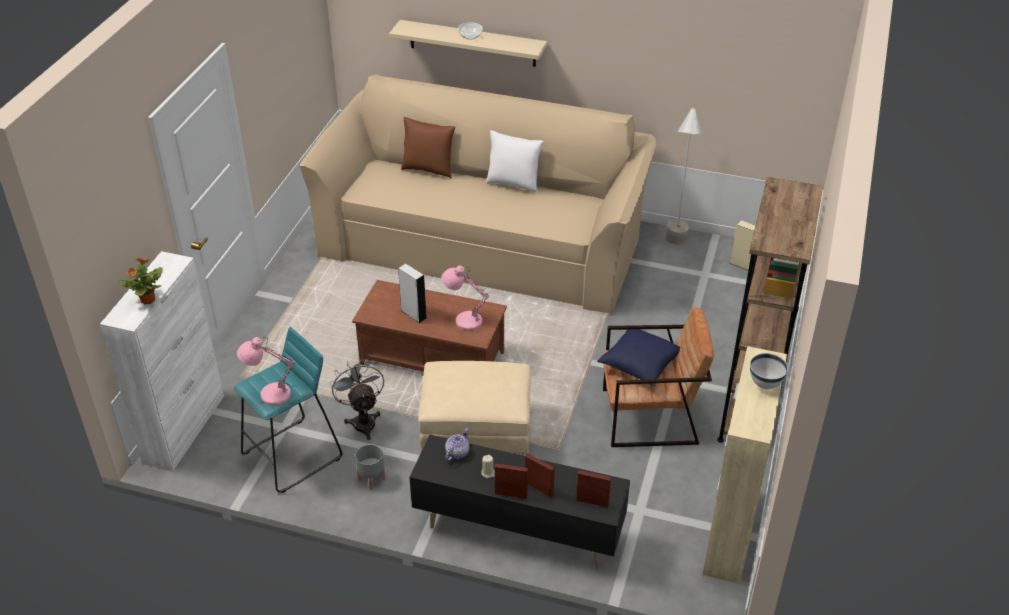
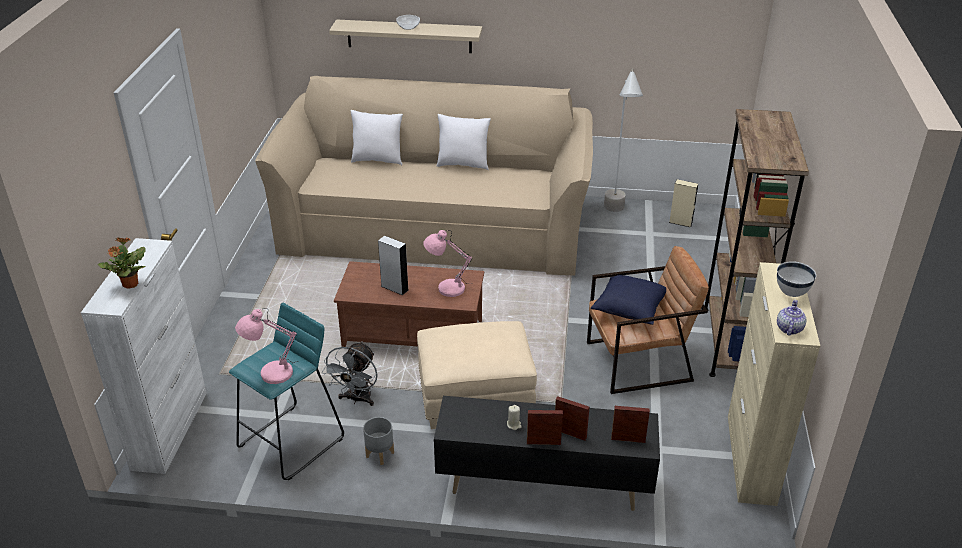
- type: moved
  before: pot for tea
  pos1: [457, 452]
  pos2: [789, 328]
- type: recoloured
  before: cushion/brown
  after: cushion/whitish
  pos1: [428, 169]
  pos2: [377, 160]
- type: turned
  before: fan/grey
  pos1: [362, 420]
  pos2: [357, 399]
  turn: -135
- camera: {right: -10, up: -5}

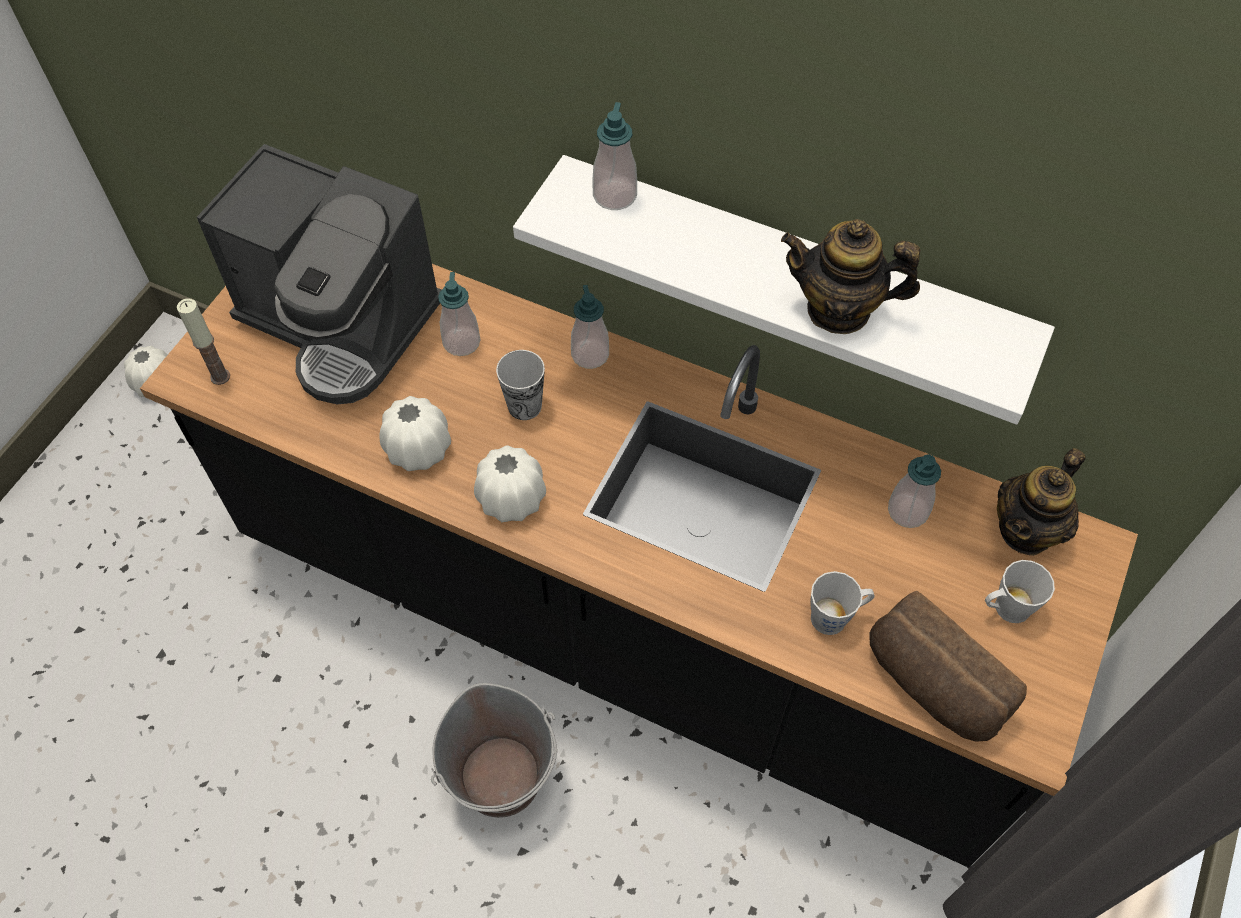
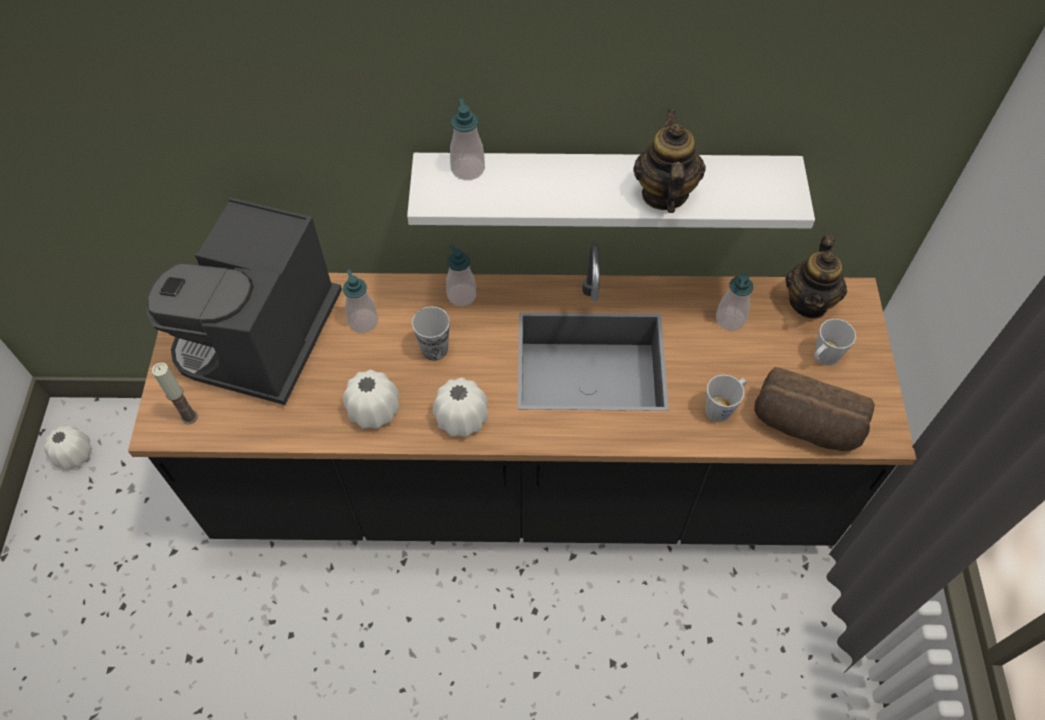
- type: removed
  before: water bucket/grey
  pos1: [502, 778]
- type: turned
  before: coffee brewer
  pos1: [342, 323]
  pos2: [263, 341]
  turn: 105
- type: turned
  before: pot for tea
  pos1: [839, 310]
  pos2: [664, 193]
  turn: 105
- camera: {right: -25, up: 0}

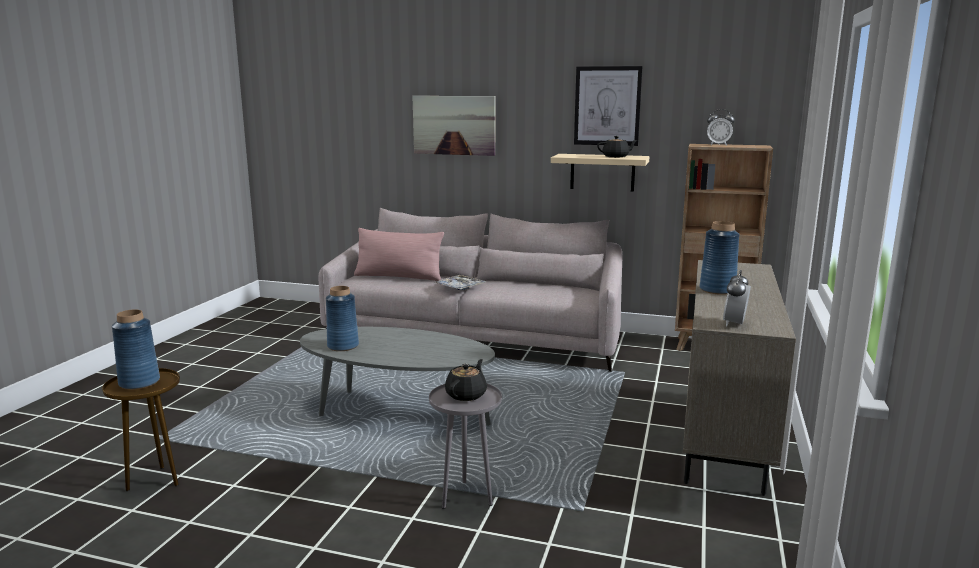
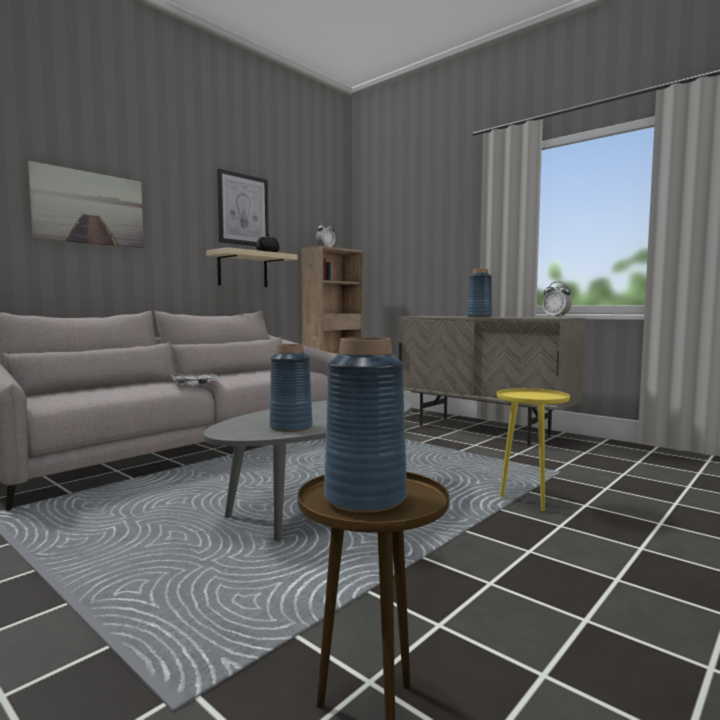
- type: removed
  before: cushion/pink-coloured
  pos1: [399, 277]
- type: removed
  before: pot for tea/black
  pos1: [466, 395]
- type: recoloured
  before: accent table/grey
  after: accent table/yellowish
  pos1: [466, 498]
  pos2: [528, 501]
- camera: {right: -65, up: -10}

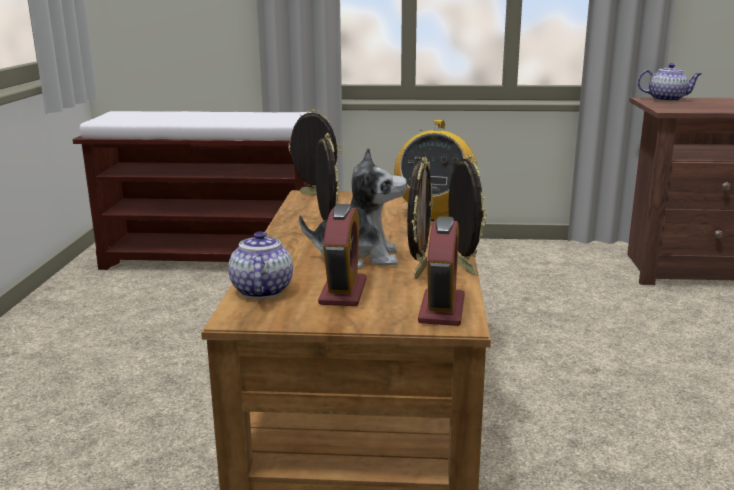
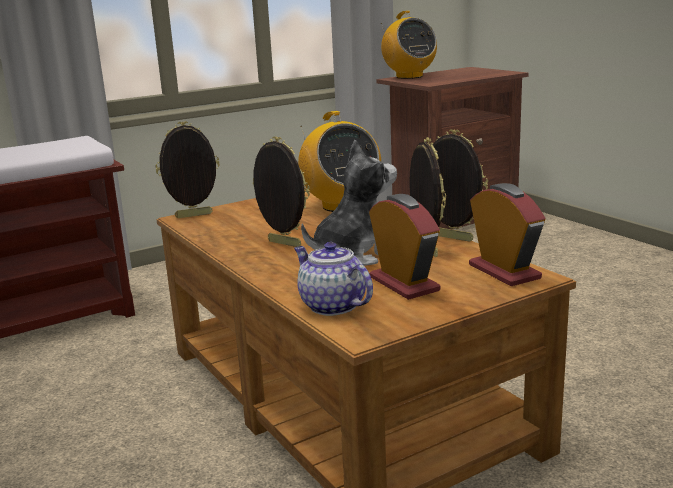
- type: replaced
  before: pot for tea
  after: radio receiver
  pos1: [667, 99]
  pos2: [409, 77]
- camera: {right: -35, up: 0}

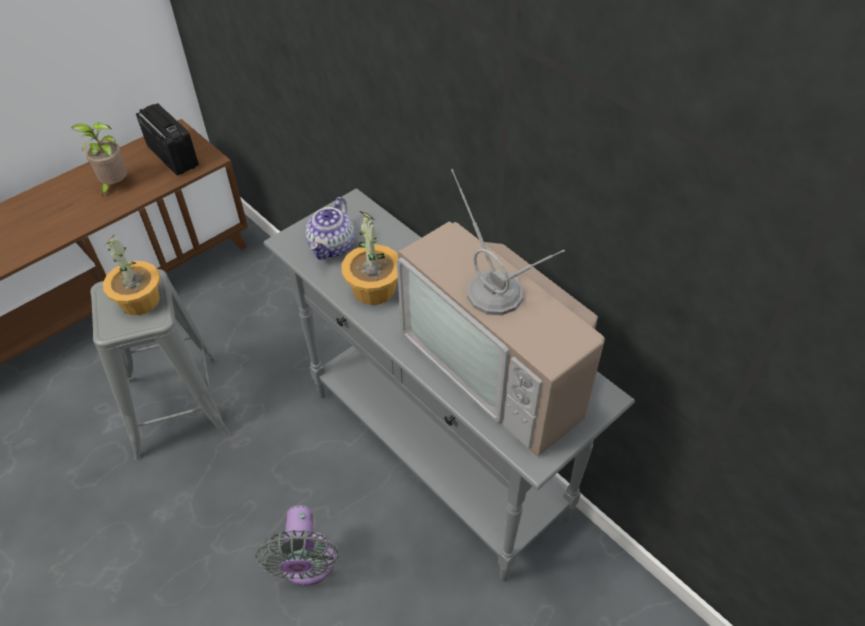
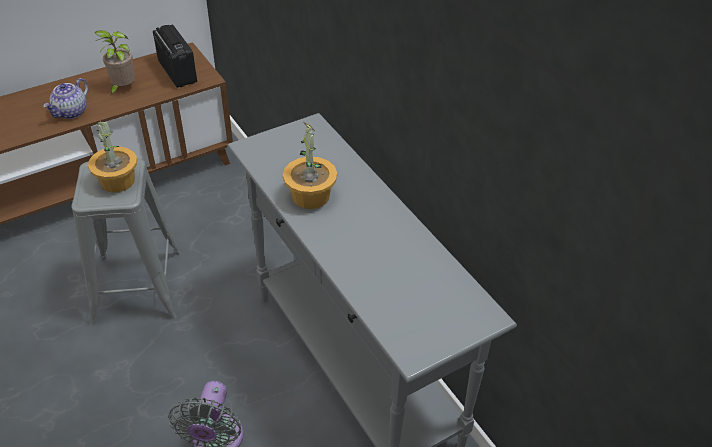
- type: removed
  before: TV set
  pos1: [501, 367]
- type: moved
  before: pot for tea
  pos1: [332, 247]
  pos2: [71, 112]
- camera: {right: 10, up: -5}

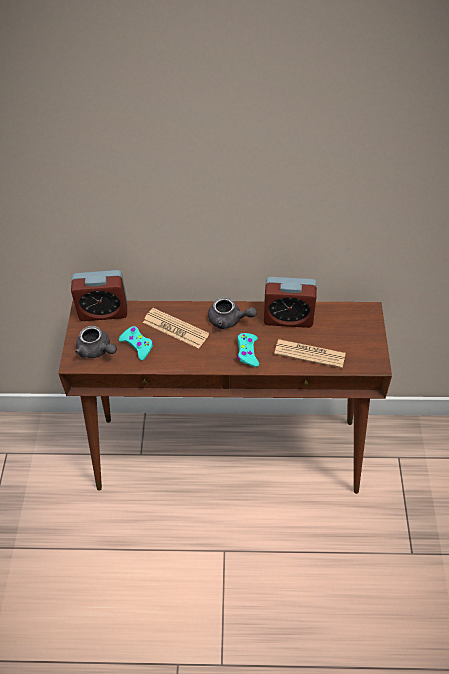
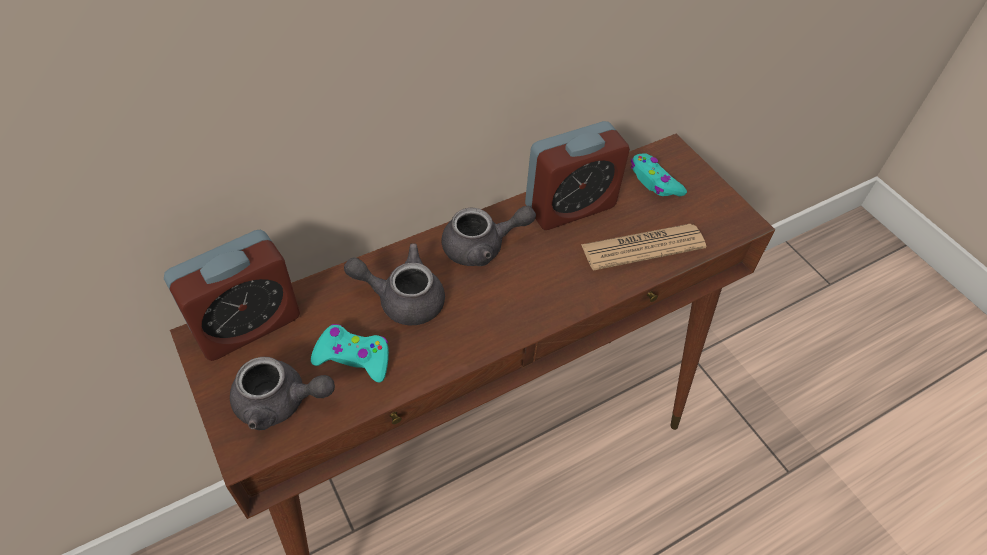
- type: moved
  before: game controller/blue-green
  pos1: [247, 352]
  pos2: [654, 181]
- type: replaced
  before: newspaper
  after: pot for tea/grey
  pos1: [175, 328]
  pos2: [402, 298]
- camera: {right: -35, up: 0}

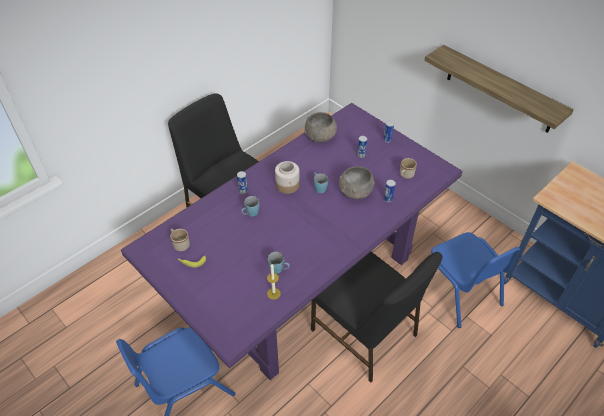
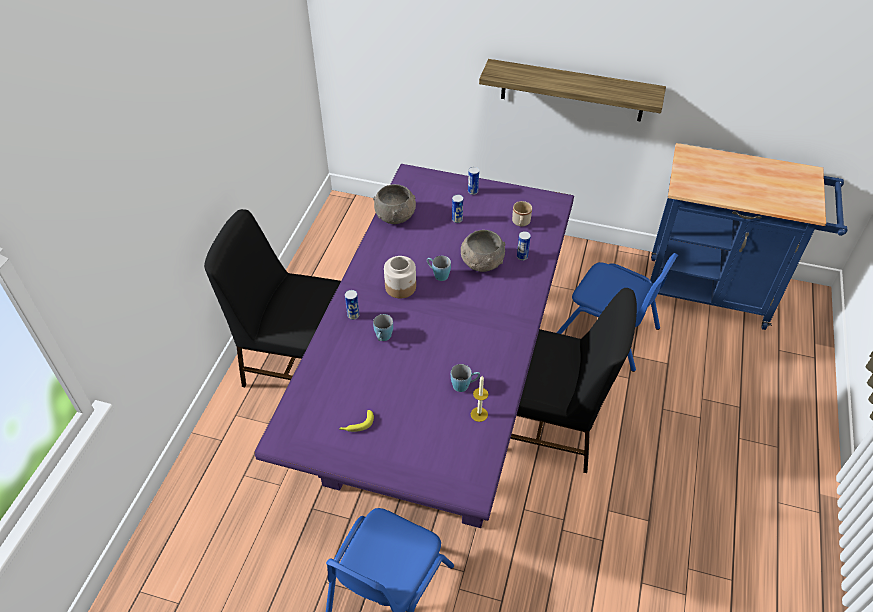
- type: removed
  before: tea mug/beige-coloured
  pos1: [180, 244]
- camera: {right: -30, up: 0}

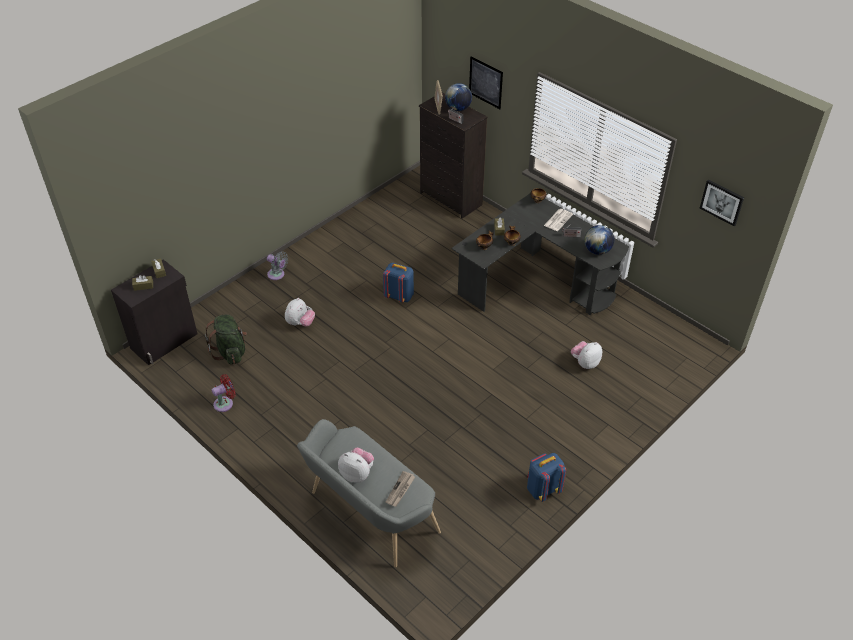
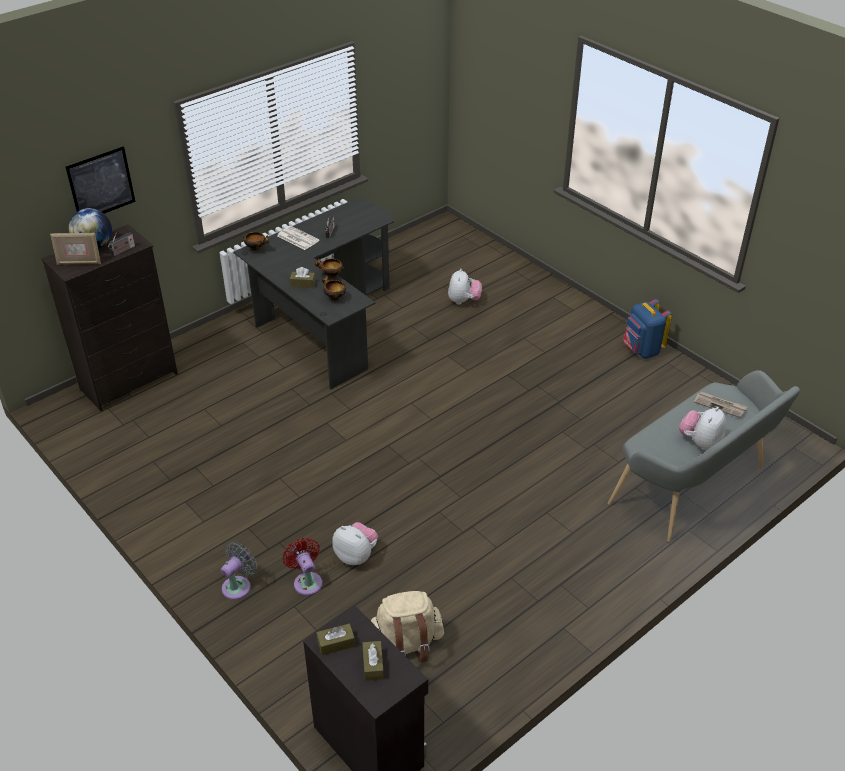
- type: removed
  before: backpack/blue-coloured
  pos1: [399, 296]
- type: removed
  before: world globe
  pos1: [597, 250]
- type: removed
  before: picture
  pos1: [722, 202]
- type: moved
  before: fan/red
  pos1: [225, 403]
  pos2: [307, 581]
- type: recoloured
  before: backpack/green
  after: backpack/beige-coloured
  pos1: [230, 352]
  pos2: [406, 644]
- type: turned
  before: soft toy
  pos1: [585, 363]
  pos2: [463, 301]
  turn: -135
- camera: {right: -85, up: -5}

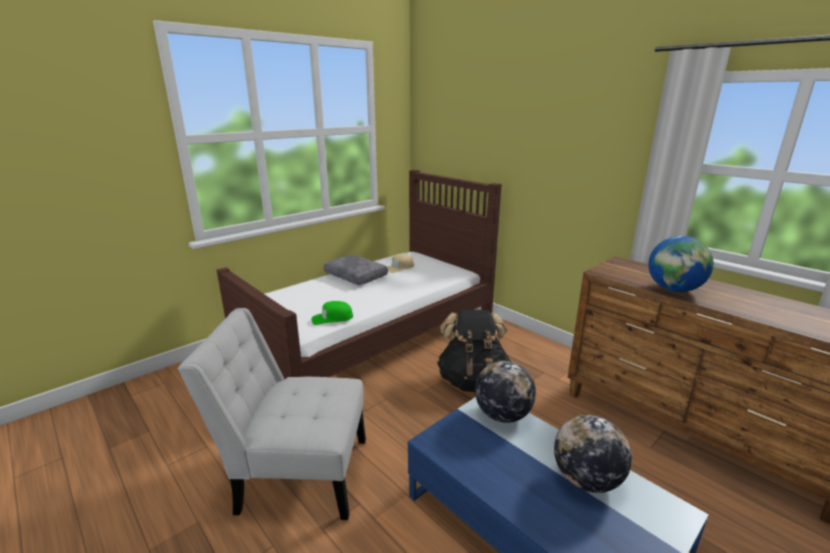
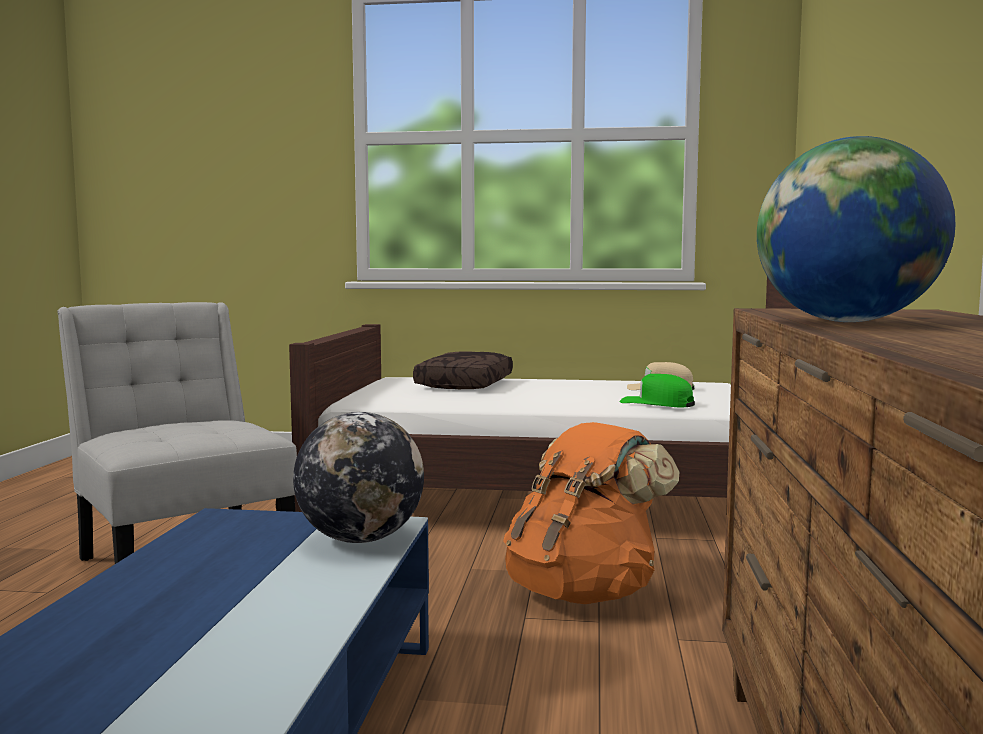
- type: removed
  before: cushion/grey
  pos1: [356, 276]
- type: removed
  before: world globe
  pos1: [586, 480]
- type: added
  after: cushion/brown
  pos2: [466, 384]
- type: moved
  before: cap/green
  pos1: [332, 318]
  pos2: [657, 403]
- type: recoloured
  before: backpack/black
  after: backpack/orange-coloured
  pos1: [472, 380]
  pos2: [583, 592]
- camera: {right: 50, up: -15}

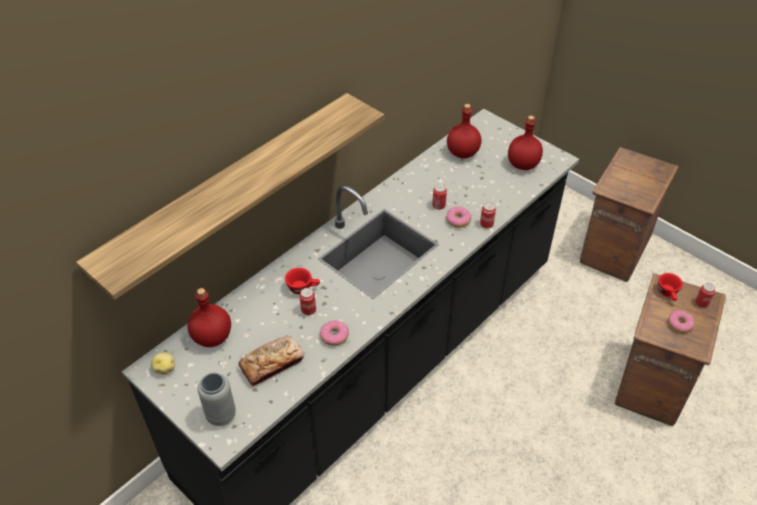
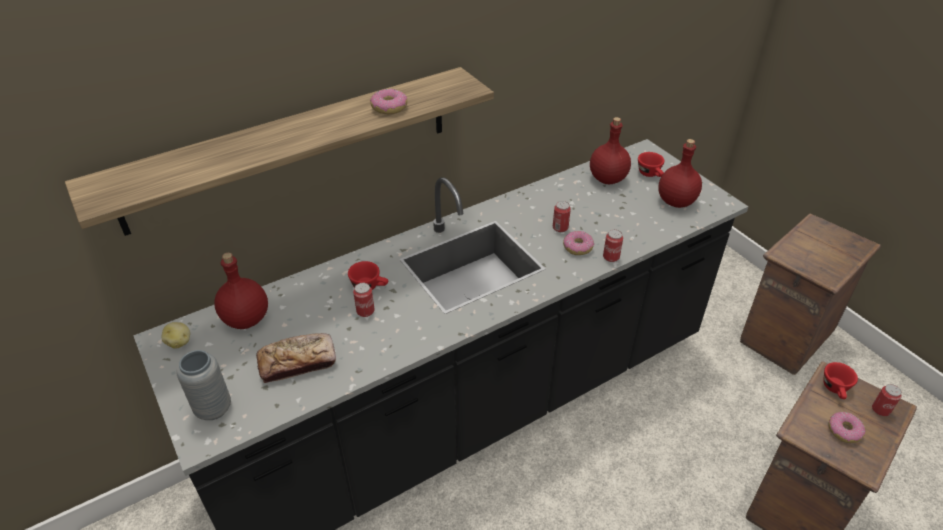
- type: added
  after: small cup/red
  pos2: [651, 174]
- type: moved
  before: ring doughnut
  pos1: [334, 336]
  pos2: [389, 108]
- camera: {right: 15, up: -5}

